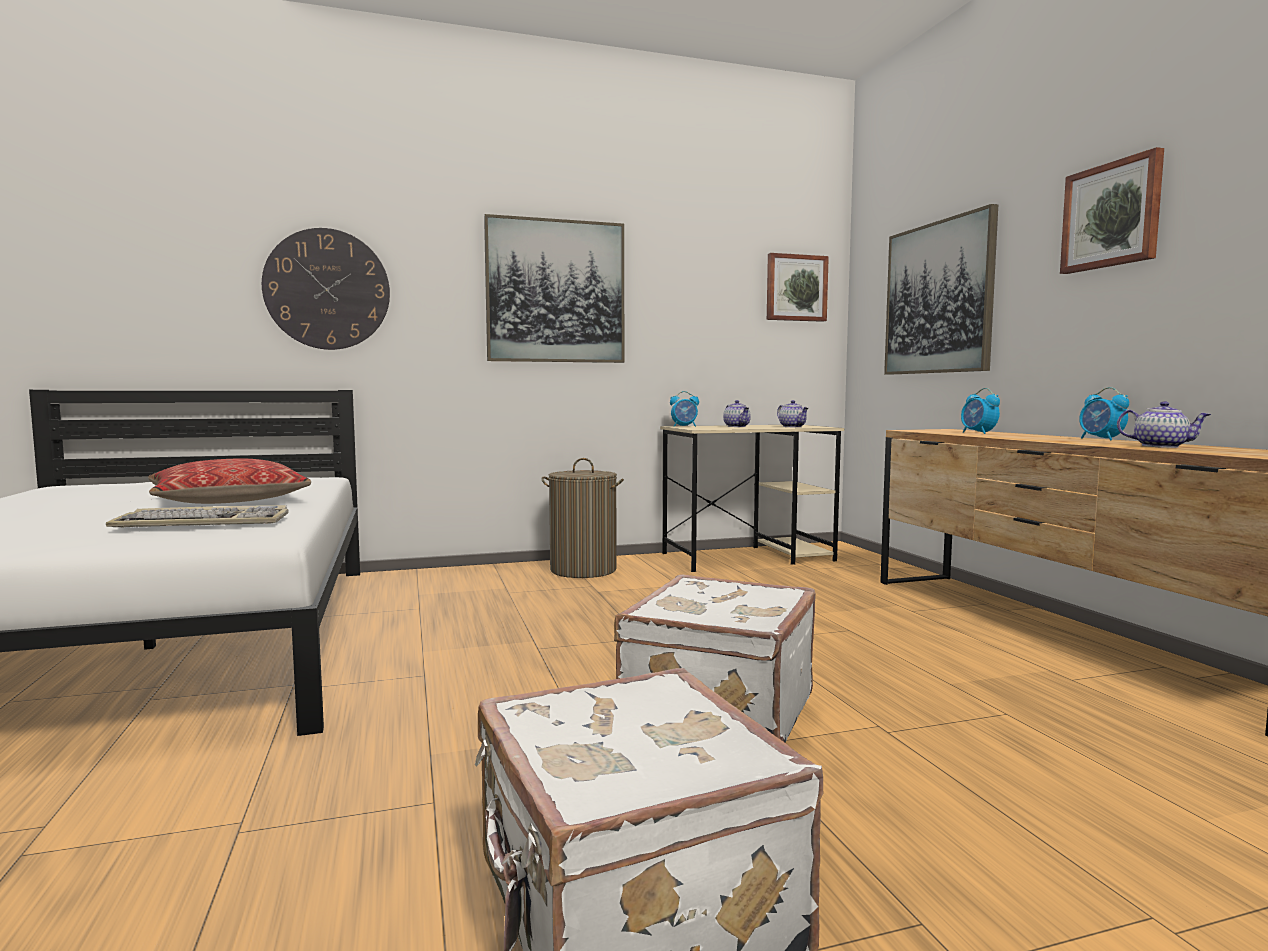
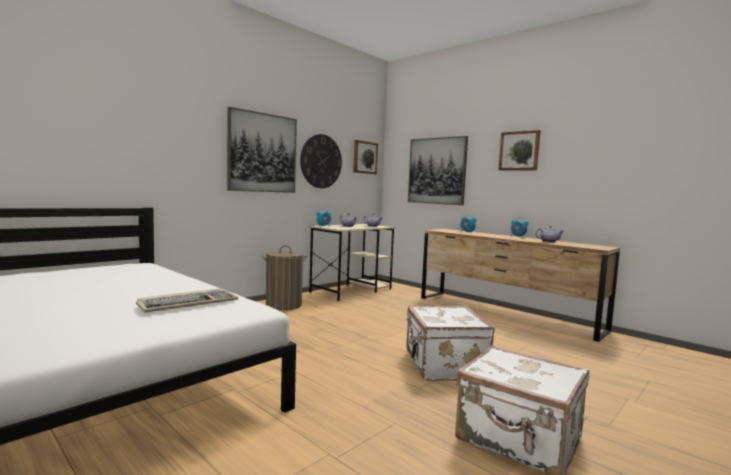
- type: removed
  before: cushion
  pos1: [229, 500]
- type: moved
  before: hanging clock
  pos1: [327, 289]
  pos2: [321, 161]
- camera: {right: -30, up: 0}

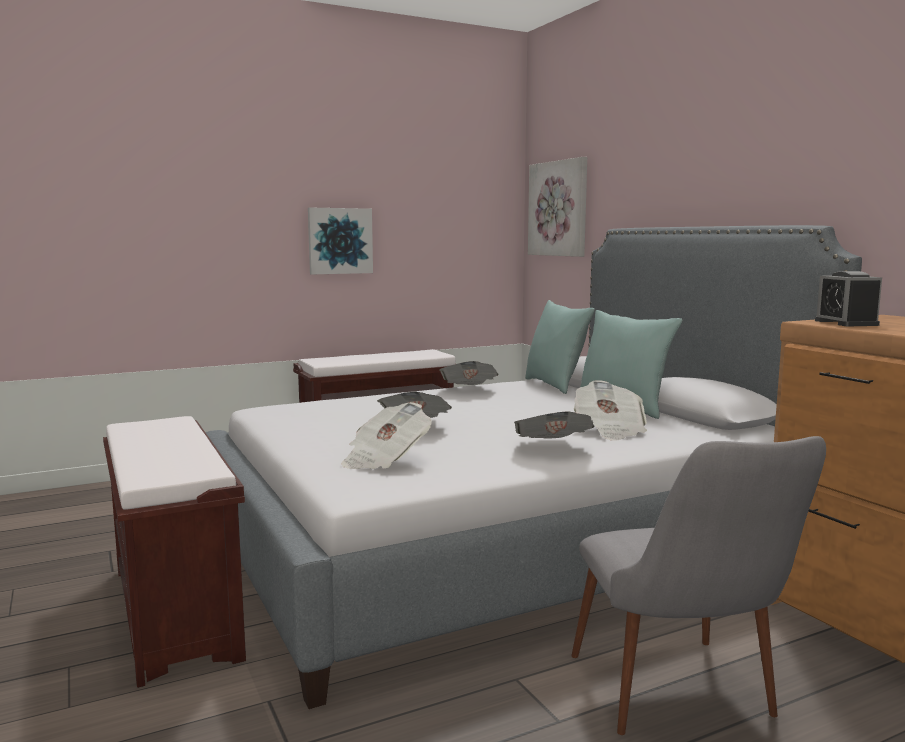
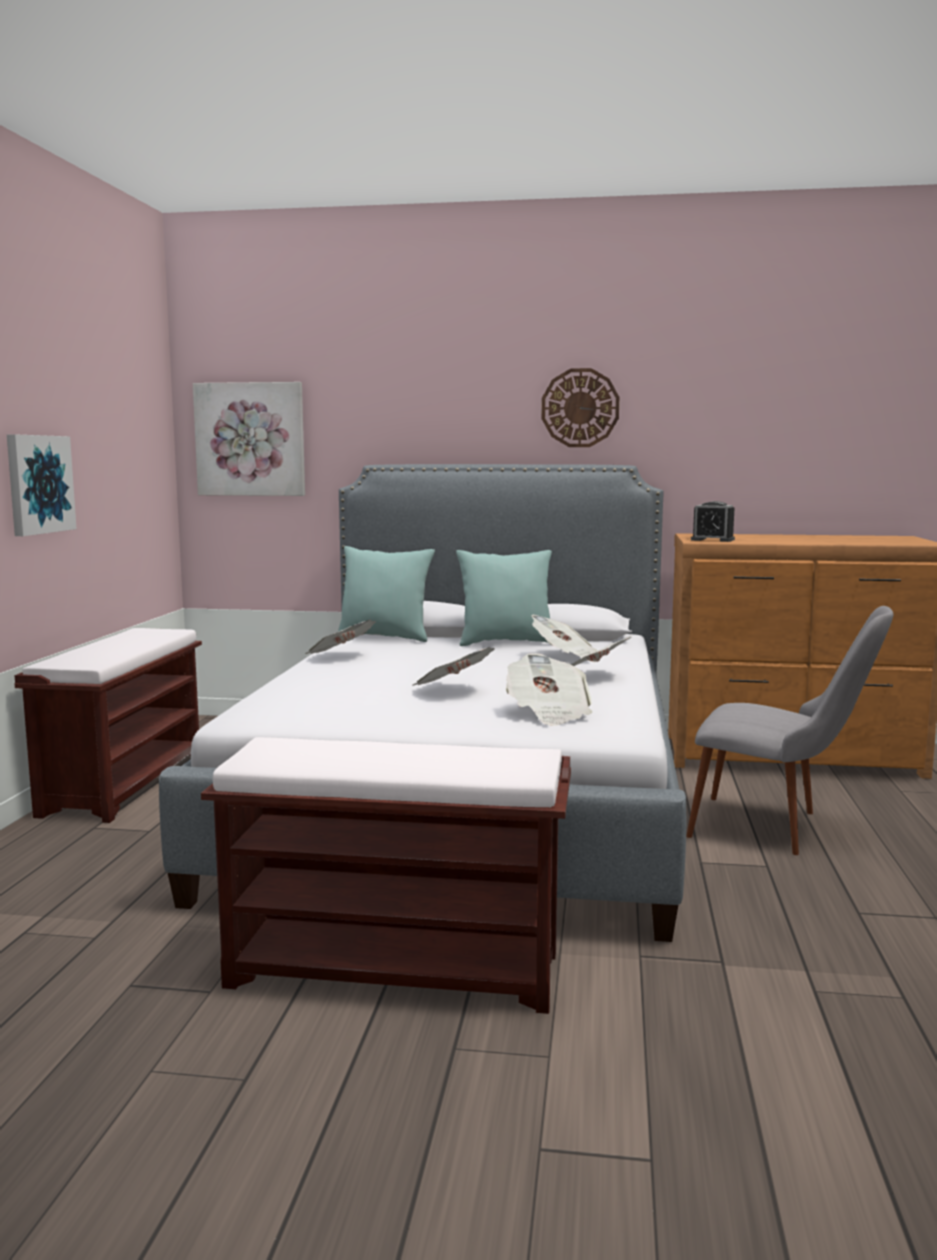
- type: added
  after: hanging clock
  pos2: [580, 408]
- camera: {right: -55, up: 0}

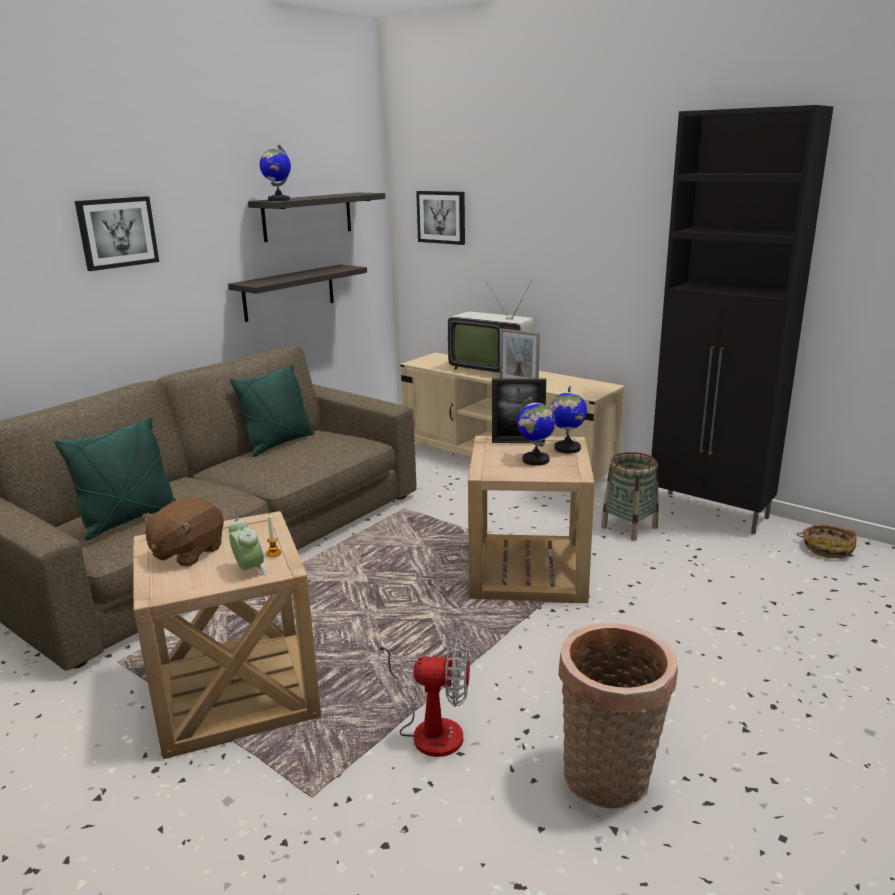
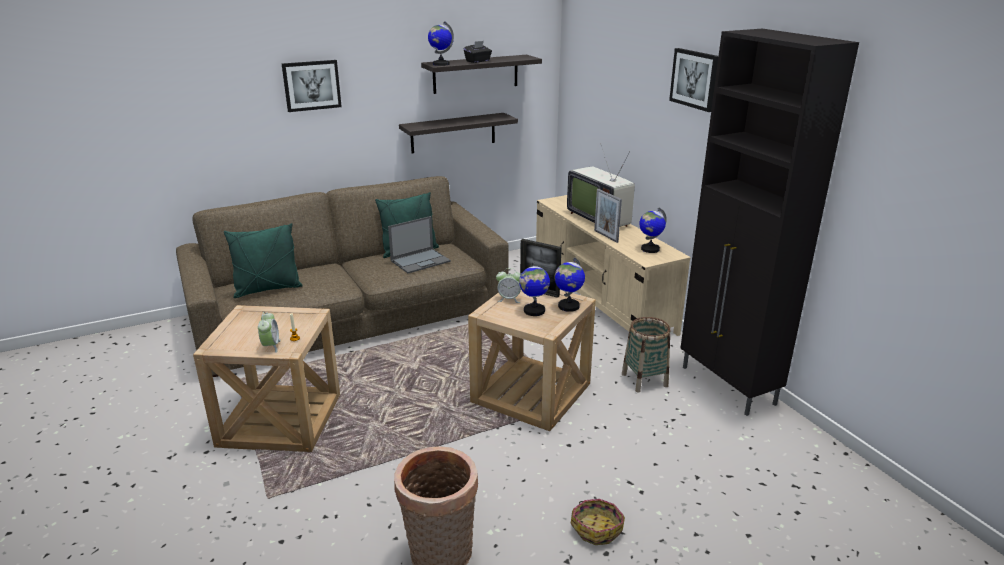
- type: removed
  before: soft toy/brown
  pos1: [187, 552]
- type: removed
  before: fan
  pos1: [428, 726]
- type: added
  after: portable computer
  pos2: [421, 261]
- type: added
  after: tissue holder/black
  pos2: [478, 61]
- type: added
  after: alarm clock
  pos2: [509, 299]
- type: added
  after: world globe
  pos2: [649, 249]
- type: moved
  before: picture
  pos1: [441, 217]
  pos2: [695, 79]
- type: moved
  before: storage basket
  pos1: [827, 548]
  pos2: [596, 528]
- camera: {right: 25, up: 5}

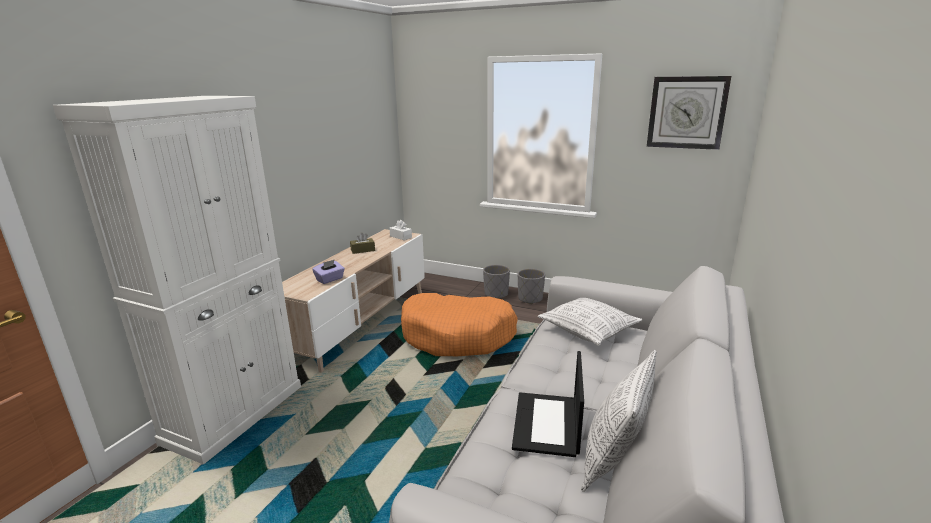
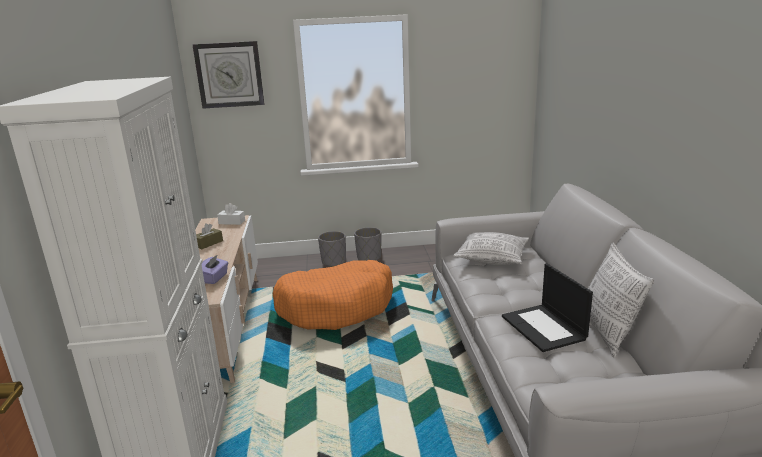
- type: moved
  before: hanging clock
  pos1: [686, 112]
  pos2: [229, 75]
- camera: {right: -30, up: 0}

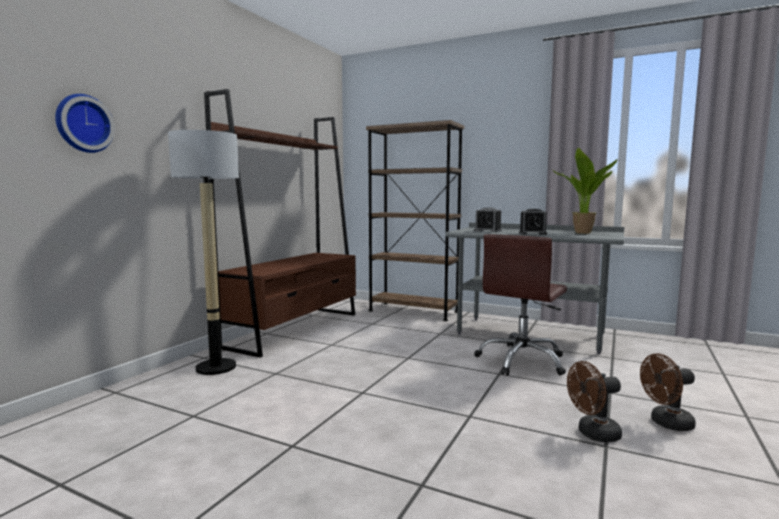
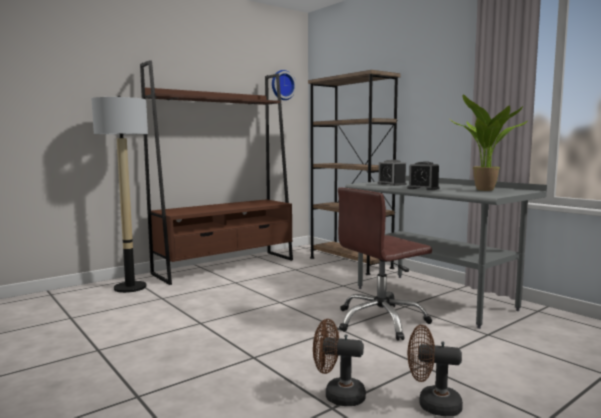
- type: moved
  before: hanging clock
  pos1: [83, 124]
  pos2: [282, 85]
- camera: {right: 25, up: 0}

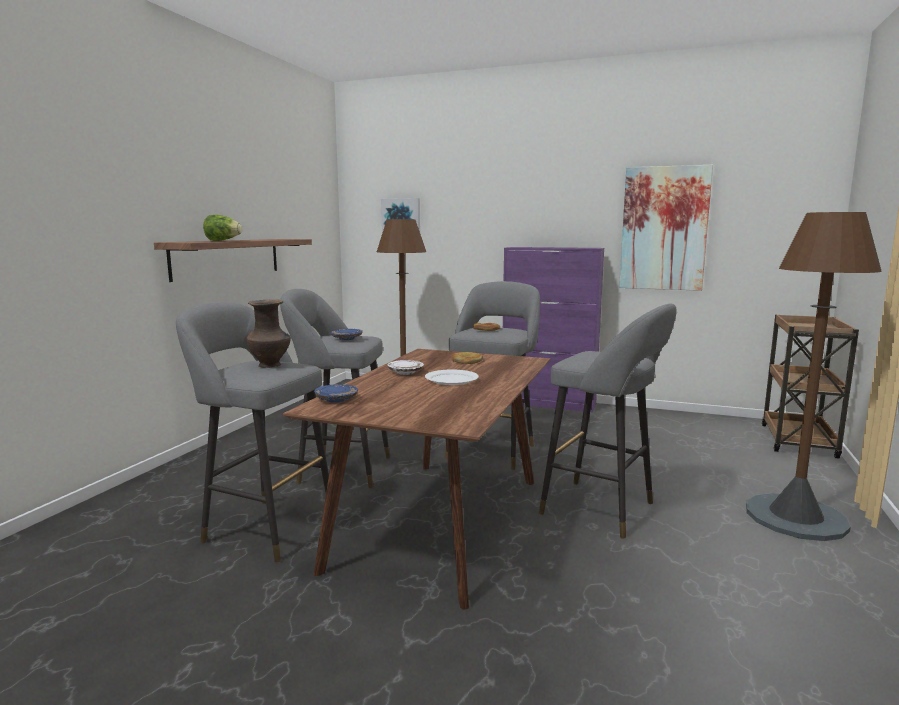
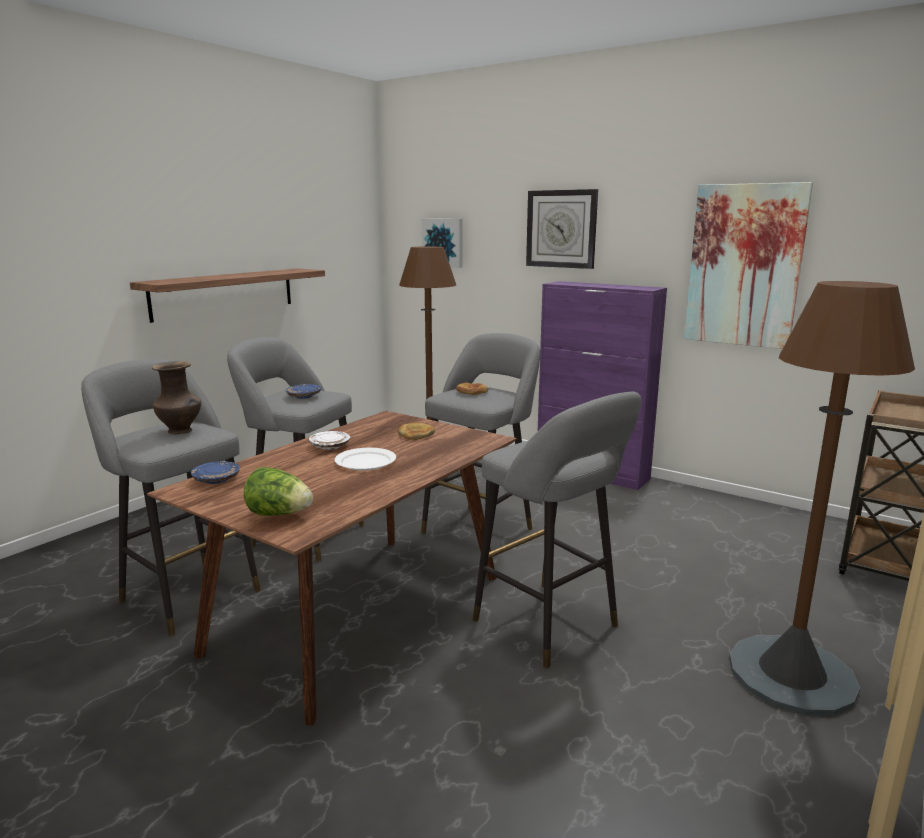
- type: added
  after: hanging clock
  pos2: [561, 229]
- type: moved
  before: lettuce
  pos1: [223, 241]
  pos2: [279, 514]
- camera: {right: 15, up: 5}

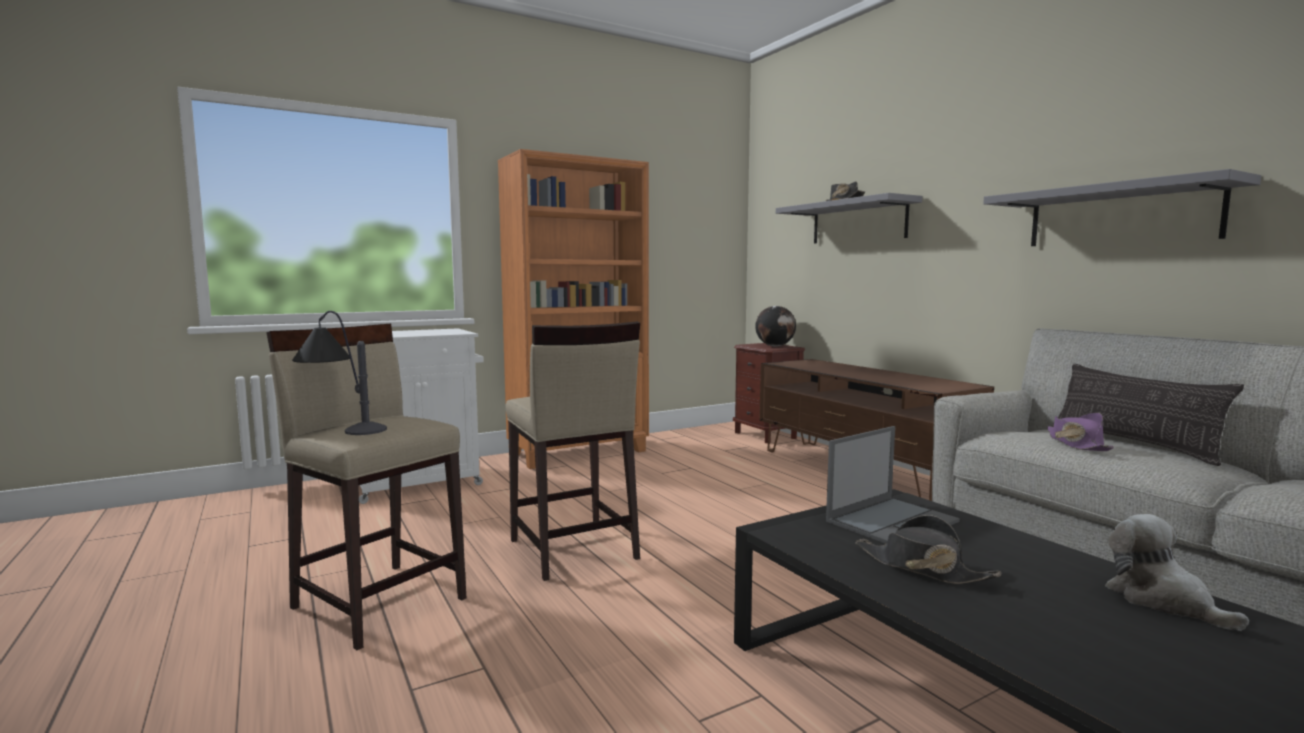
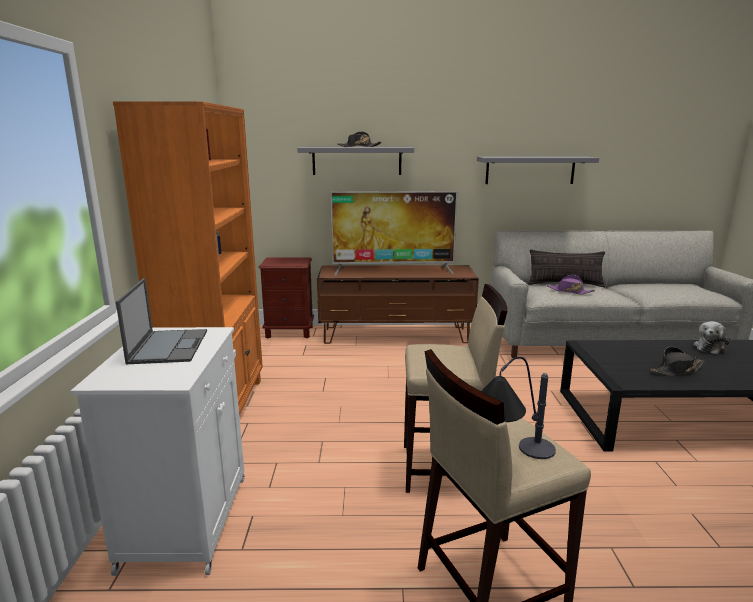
- type: removed
  before: world globe
  pos1: [775, 346]
- type: added
  after: TV set
  pos2: [393, 270]
- type: moved
  before: portable computer
  pos1: [892, 521]
  pos2: [169, 346]
- type: turned
  before: soft toy
  pos1: [1162, 601]
  pos2: [709, 347]
  turn: -60
- camera: {right: -60, up: 10}

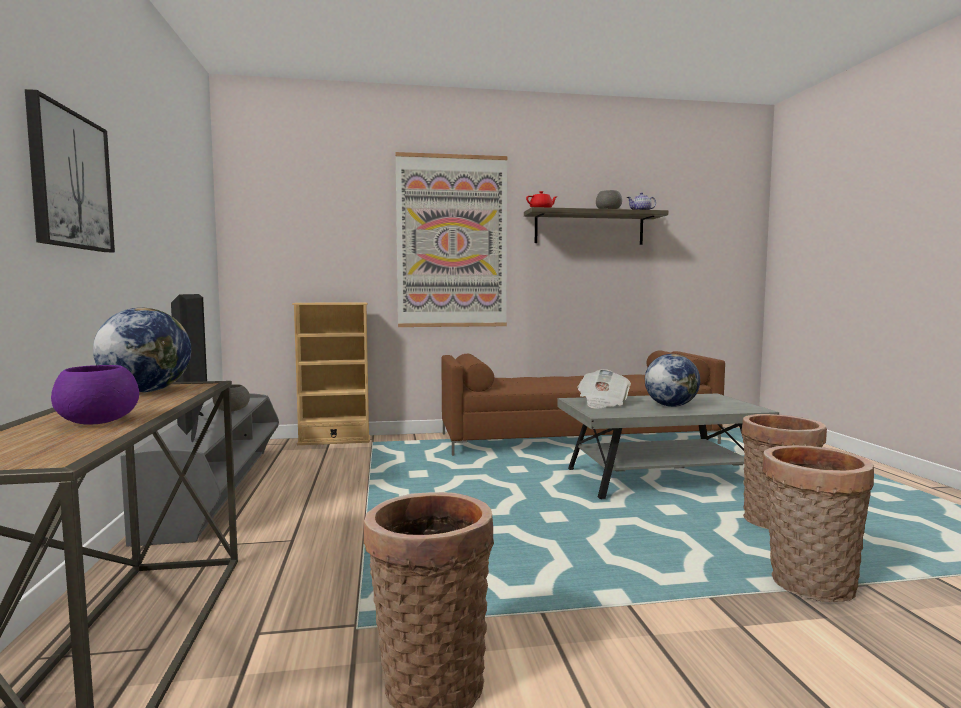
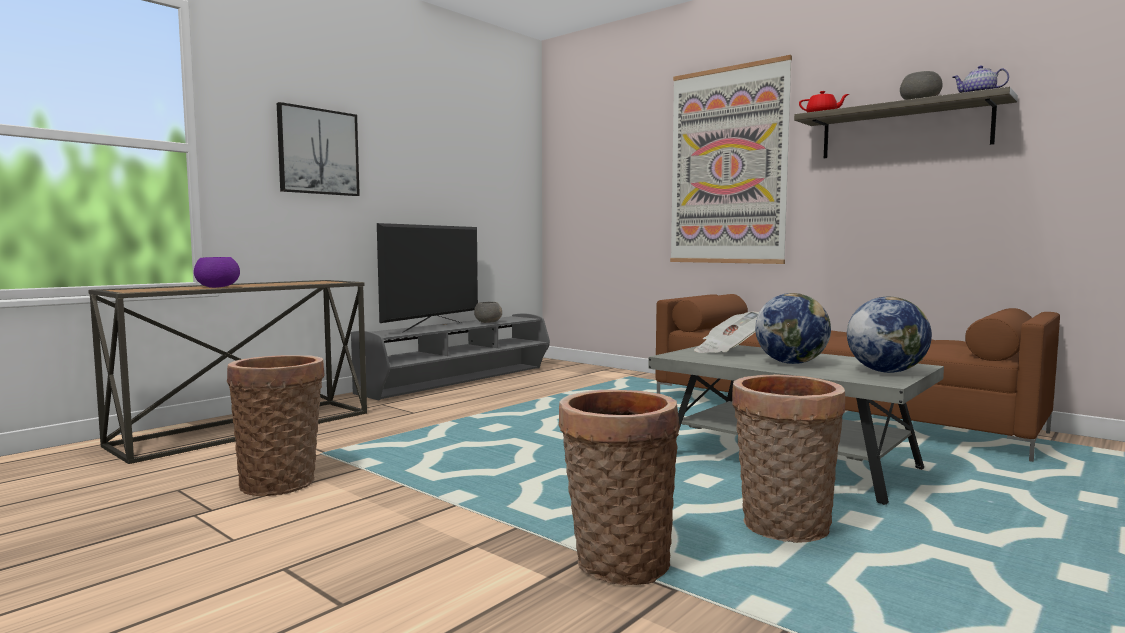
- type: removed
  before: shelving unit/beige-coloured
  pos1: [334, 441]
- type: moved
  before: world globe
  pos1: [146, 391]
  pos2: [886, 371]
- camera: {right: 50, up: 0}

